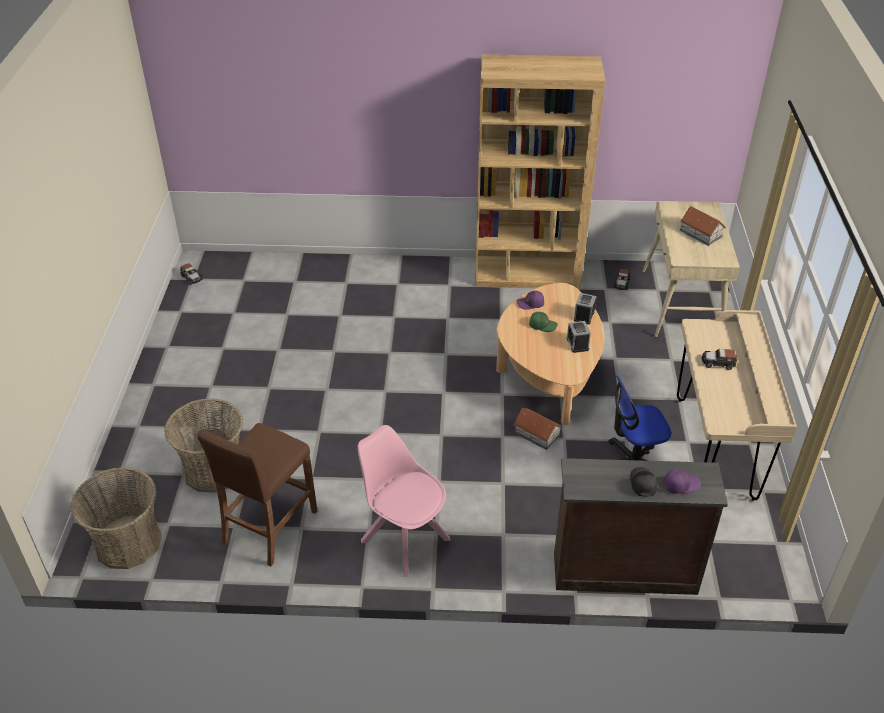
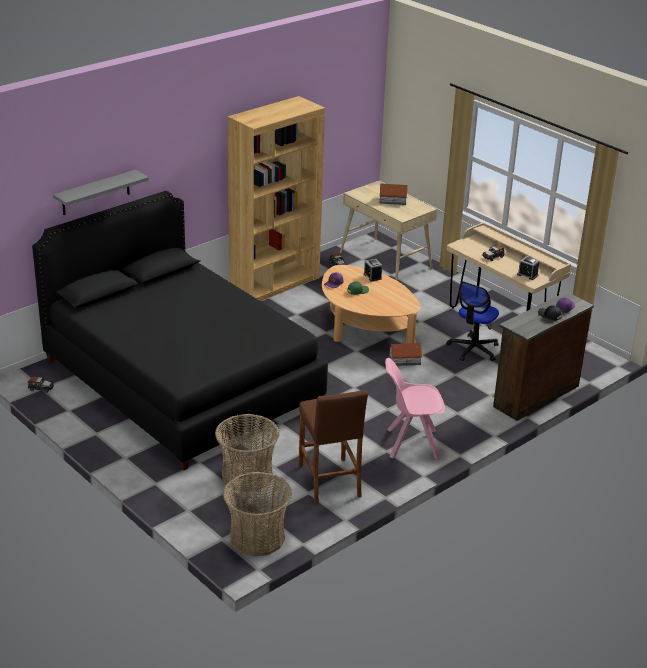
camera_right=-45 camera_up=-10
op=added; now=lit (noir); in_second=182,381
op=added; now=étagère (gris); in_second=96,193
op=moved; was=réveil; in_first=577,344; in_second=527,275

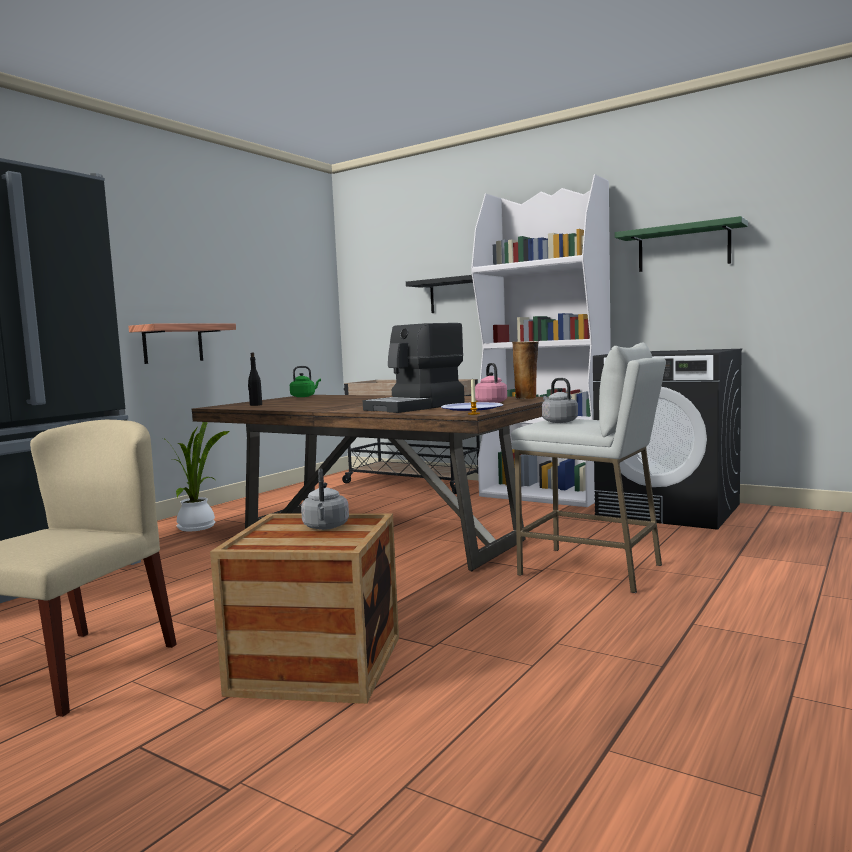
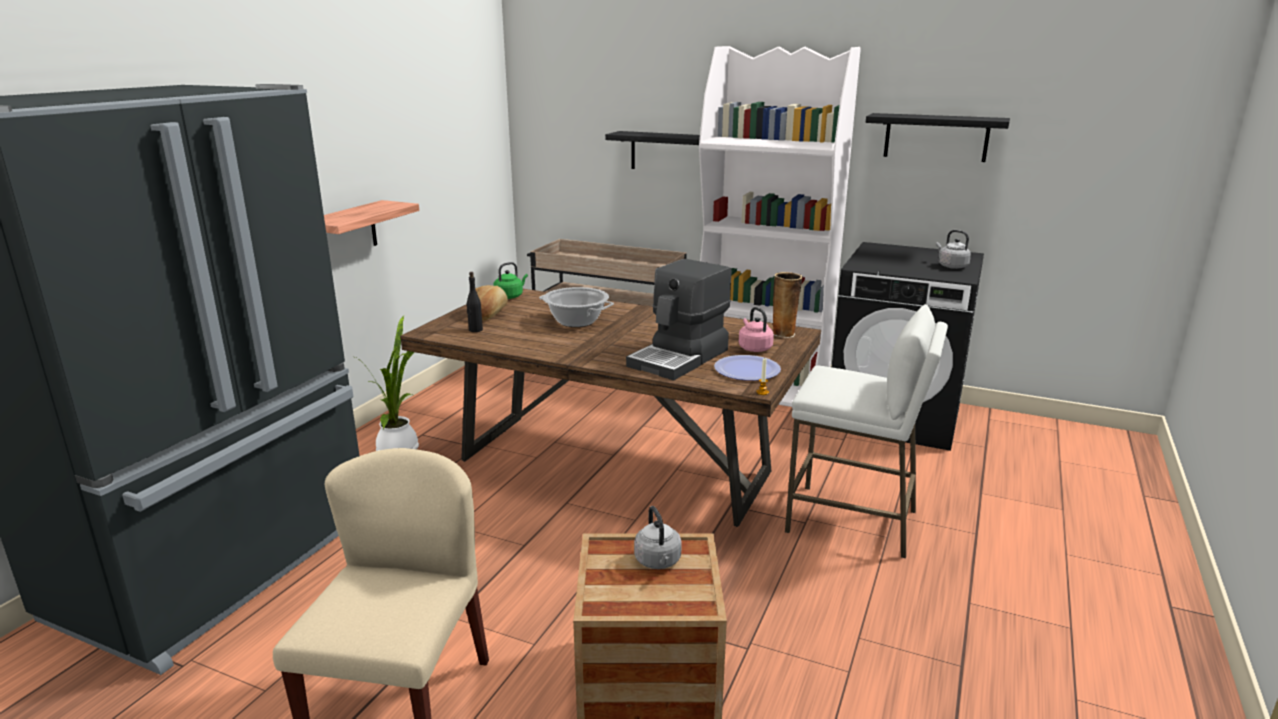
camera_right=-10 camera_up=15
op=added; now=pain; in_second=489,314
op=added; now=marmite; in_second=576,321
op=recoloured; was=étagère (vert); now=étagère (noir); in_first=683,248; in_second=936,137
op=moved; was=bouilloire (gris); in_first=558,421; in_second=951,266

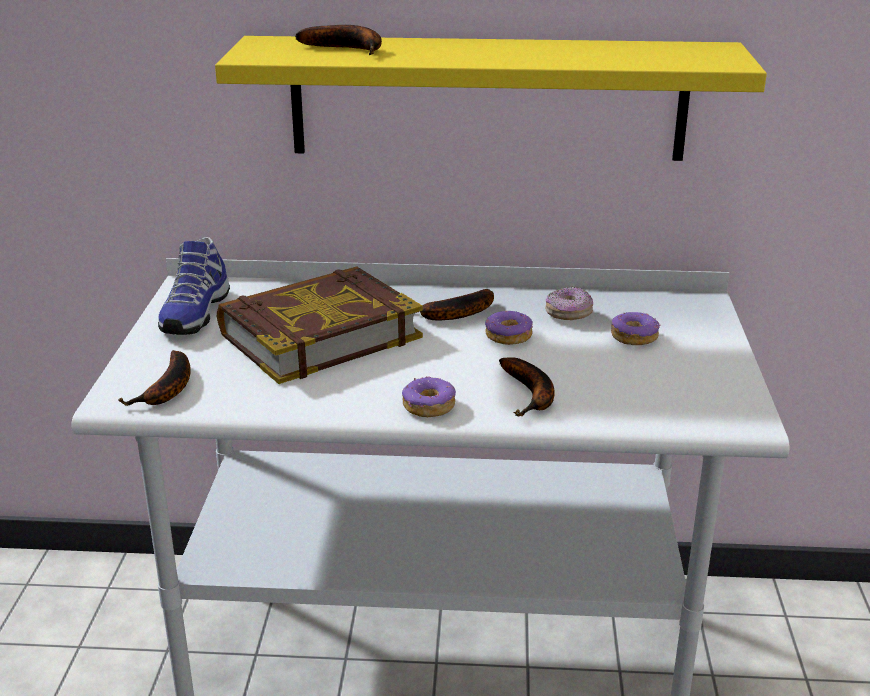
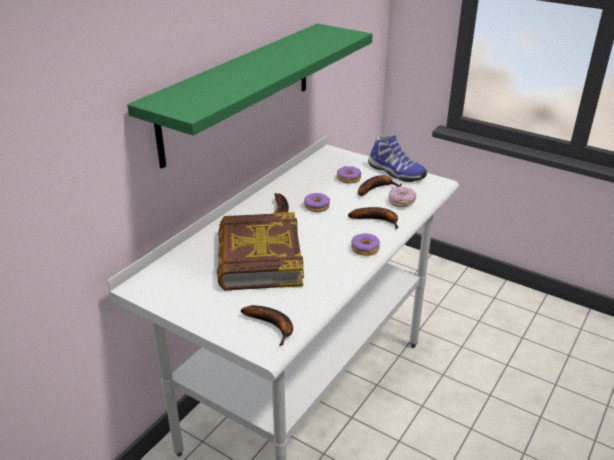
camera_right=-60 camera_up=5
op=recoloured; was=étagère (jaune); now=étagère (vert); in_first=488,98; in_second=239,91
op=moved; was=banane; in_first=348,49; in_second=376,188
op=moved; was=chaussure; in_first=194,314; in_second=395,173
op=moved; was=beignet; in_first=568,315; in_second=401,202

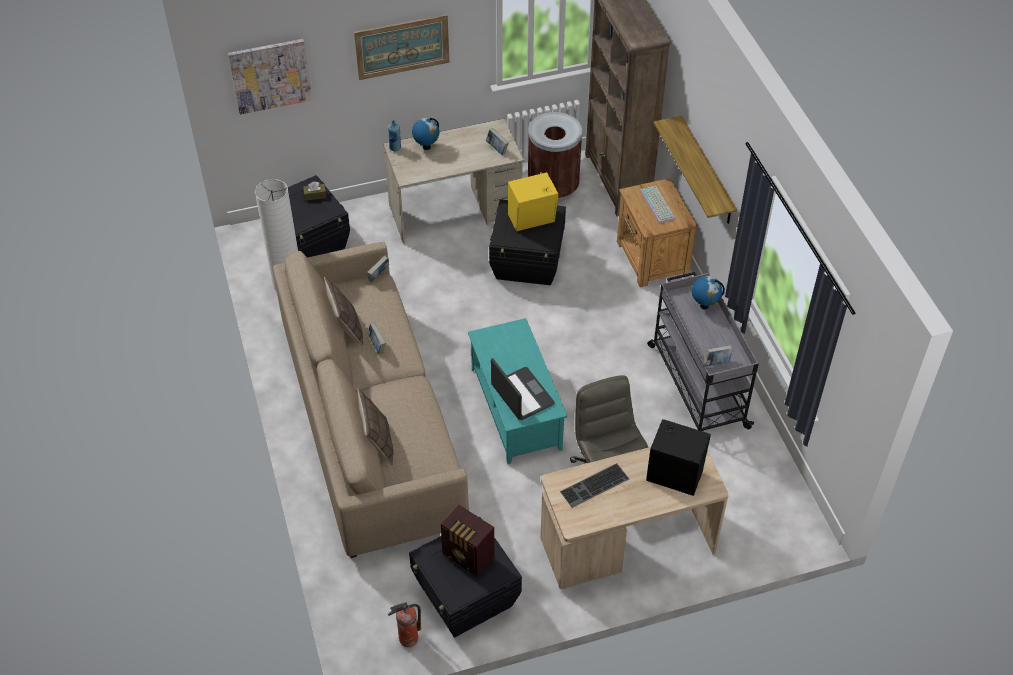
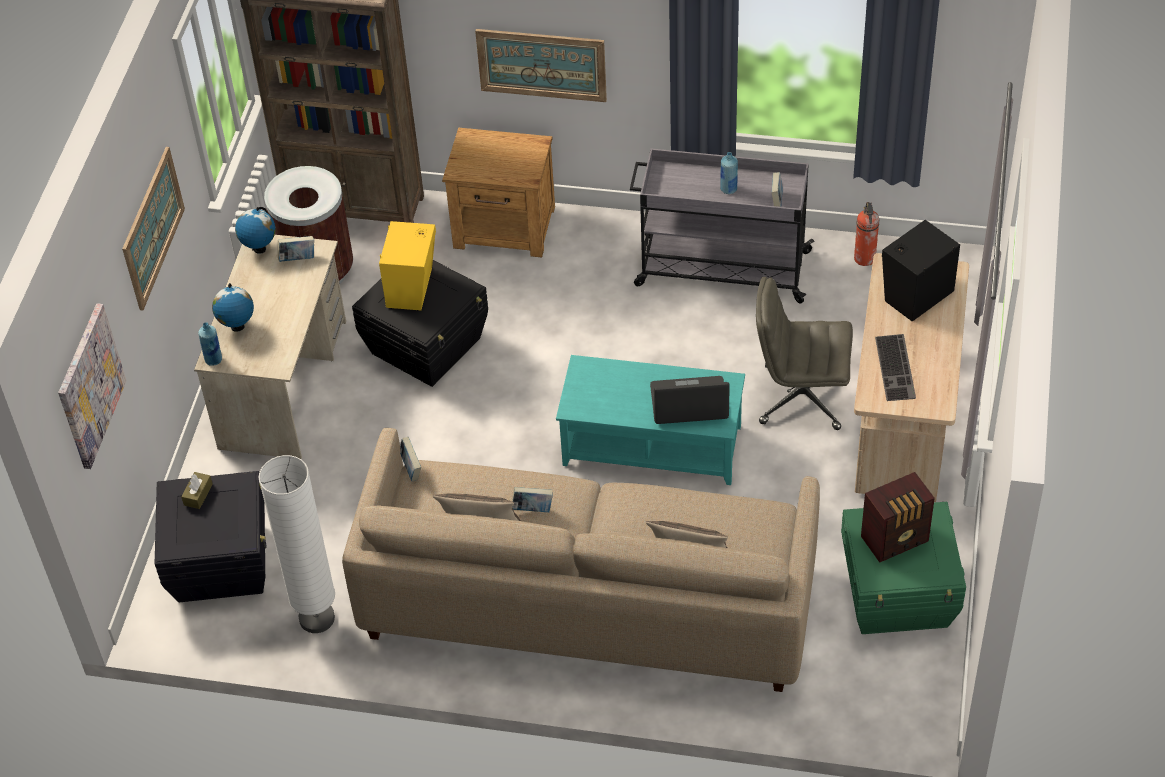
camera_right=-60 camera_up=0
op=moved; was=globe; in_first=704,305; in_second=259,249
op=replaced; was=étagère; now=tableau; in_first=706,172; in_second=541,64
op=added; now=bouteille (bleu); in_second=728,189
op=recoloured; was=boîte de rangement (noir); now=boîte de rangement (vert); in_first=466,597; in_second=899,596
op=moved; was=extincteur; in_first=407,639; in_second=864,259
op=removed; was=clavier; in_first=658,205

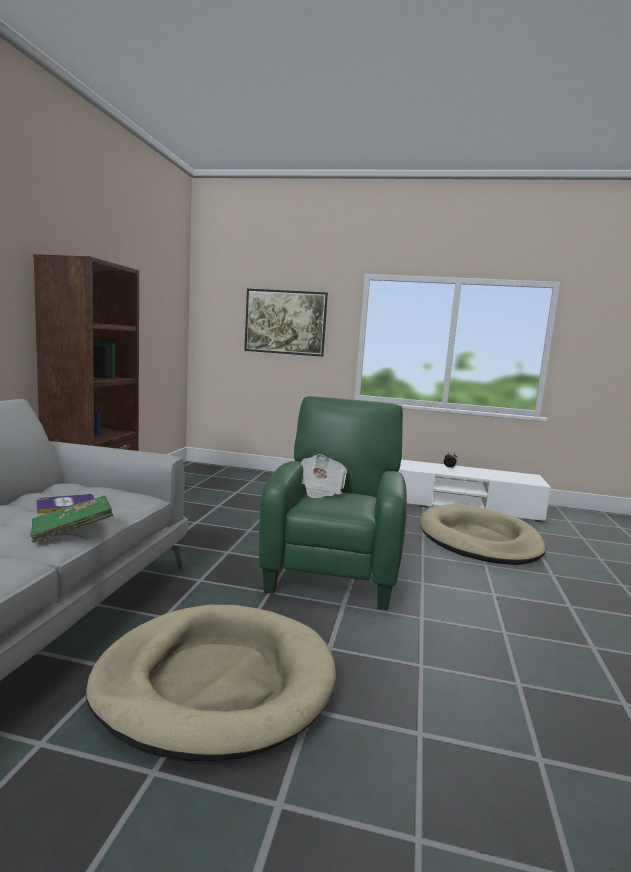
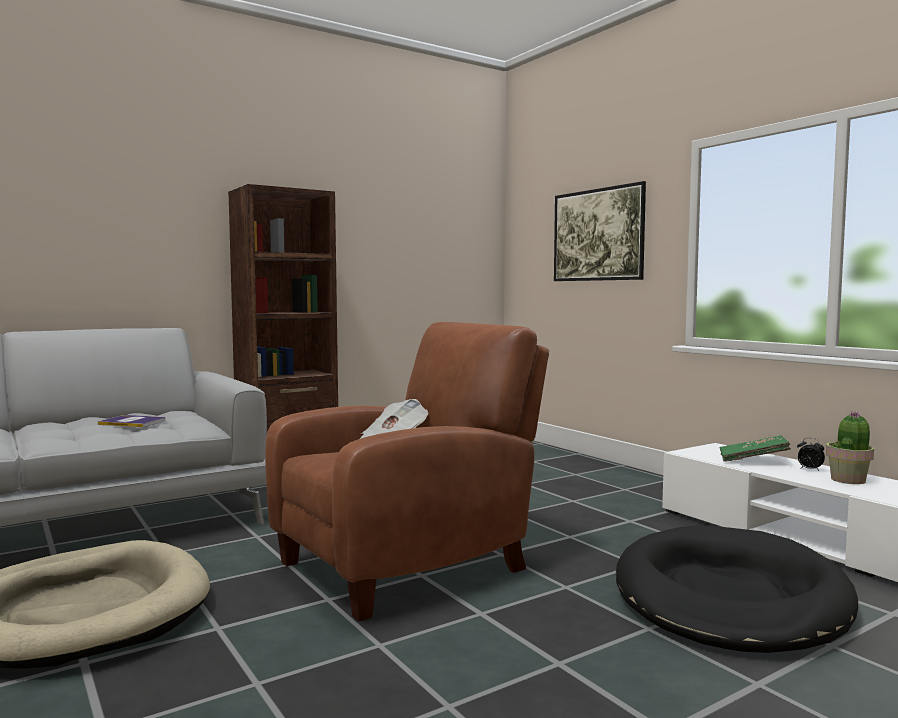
camera_right=45 camera_up=-5
op=recoloured; was=fauteuil (vert); now=fauteuil (marron); in_first=335,567; in_second=410,564
op=recoloured; was=panier pour chien (beige); now=panier pour chien (noir); in_first=479,540; in_second=729,597
op=moved; was=livre (vert); in_first=72,531; in_second=753,460
op=added; now=plante en pot; in_second=848,480

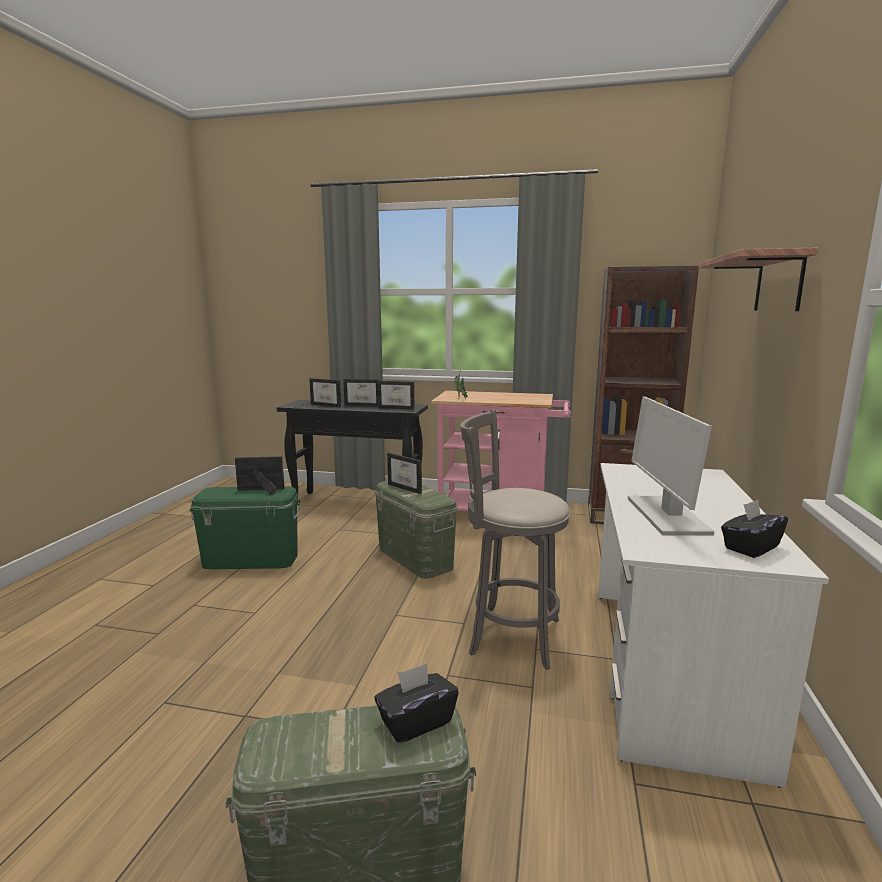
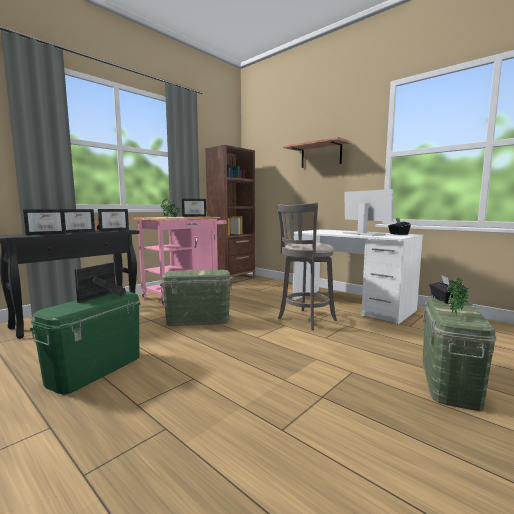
camera_right=-60 camera_up=-5
op=moved; was=cadre photo; in_first=408,488; in_second=194,216
op=turned; was=écran d'ordinateur; in_first=665,515; in_second=363,234; clockwise=-150
op=added; now=plante en pot; in_second=454,314

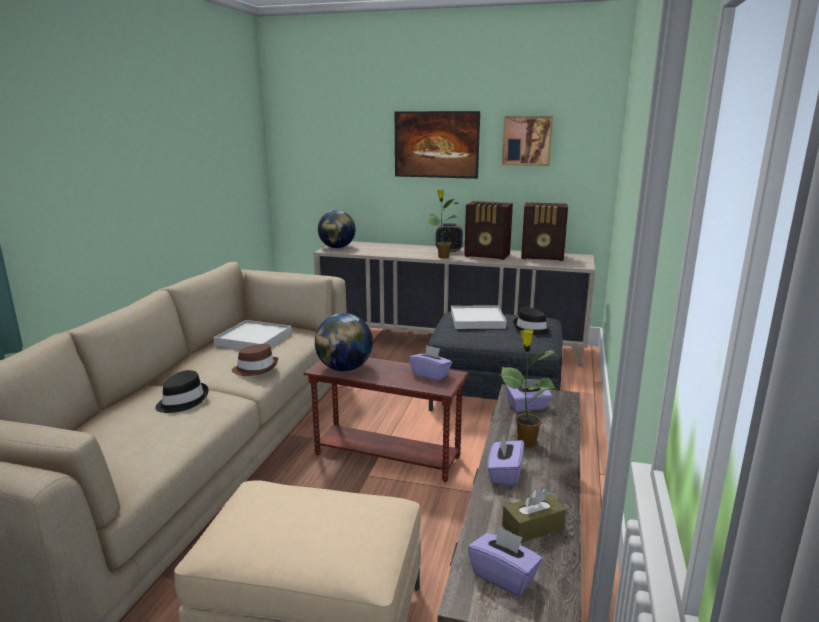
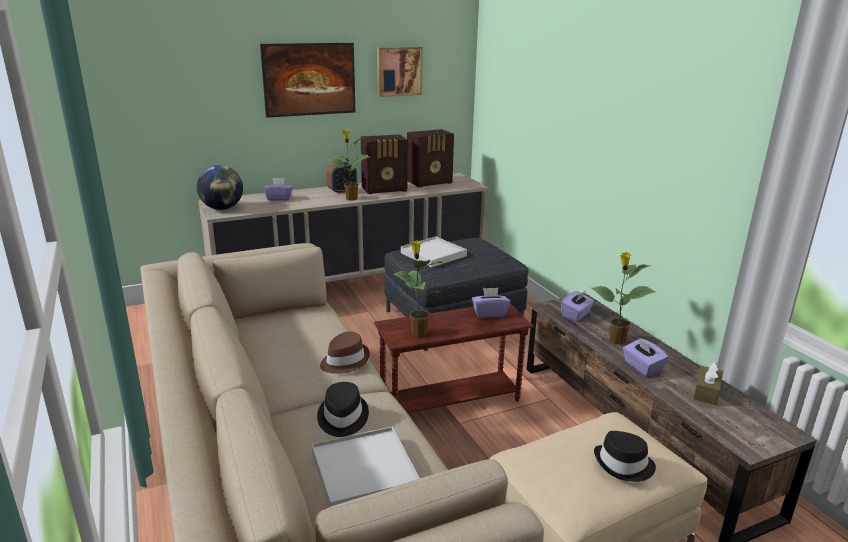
camera_right=-40 camera_up=5
op=moved; was=boîte à mouchoirs (violet); in_first=504,576; in_second=279,198
op=moved; was=plateau (blanc); in_first=254,339; in_second=364,471
op=replaced; was=globe; now=plante en pot; in_first=344,369; in_second=418,332
op=moved; was=chapeau (noir); in_first=531,329; in_second=624,465

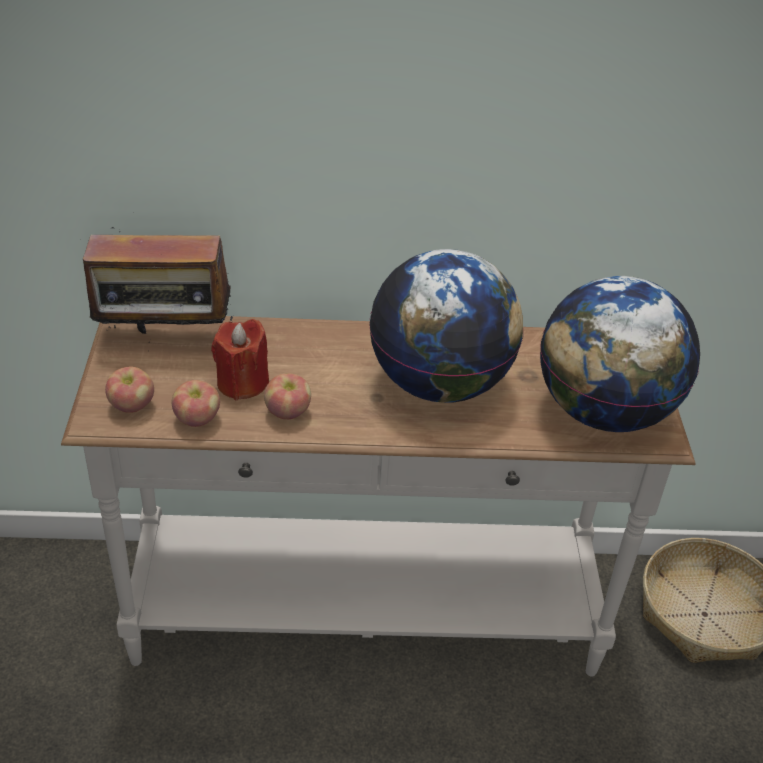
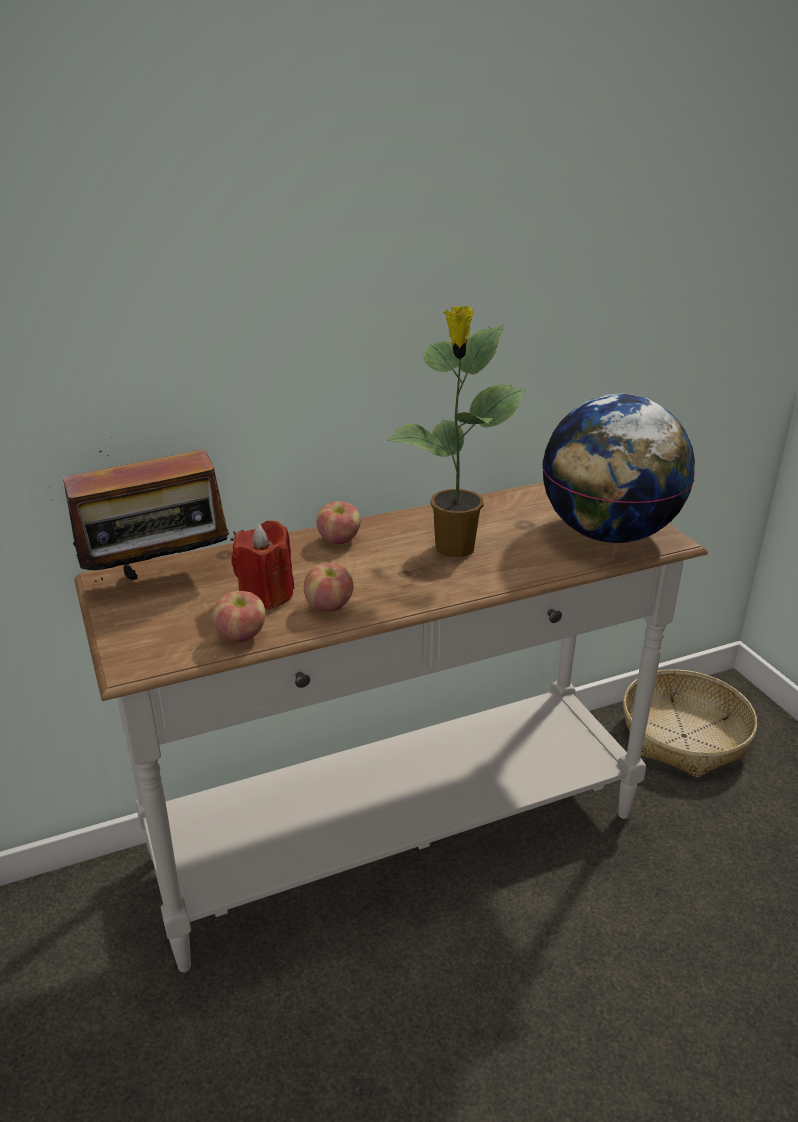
camera_right=-20 camera_up=-10
op=moved; was=pomme; in_first=132,406; in_second=339,540
op=replaced; was=globe; now=plante en pot; in_first=440,384; in_second=454,549

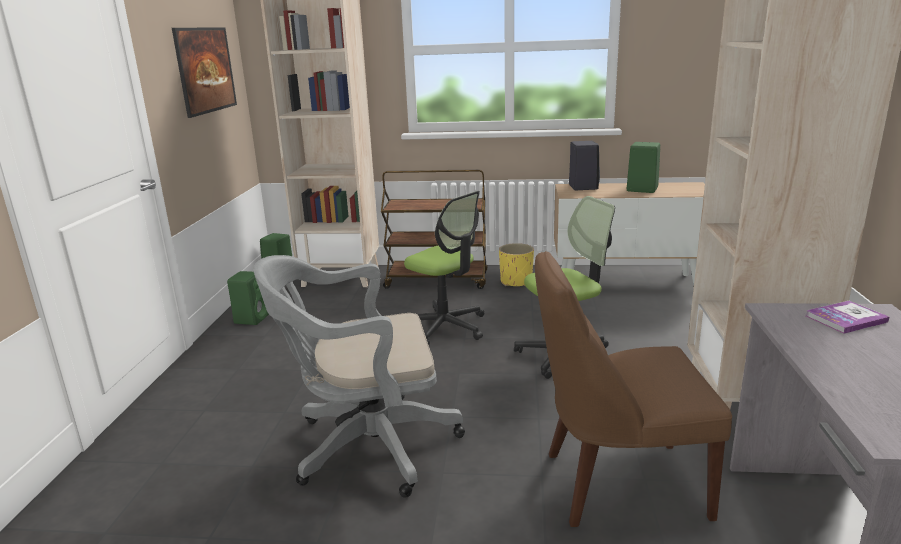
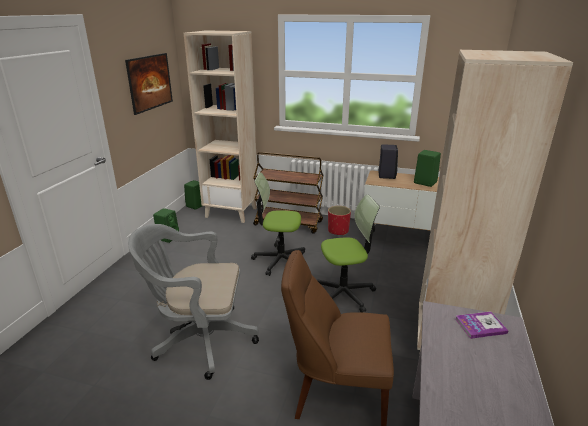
camera_right=10 camera_up=5
op=turned; was=chaise de bureau; in_first=445,327; in_second=279,260; clockwise=135
op=recoloured; was=cache-pot (jaune); now=cache-pot (rouge); in_first=516,282; in_second=338,231

